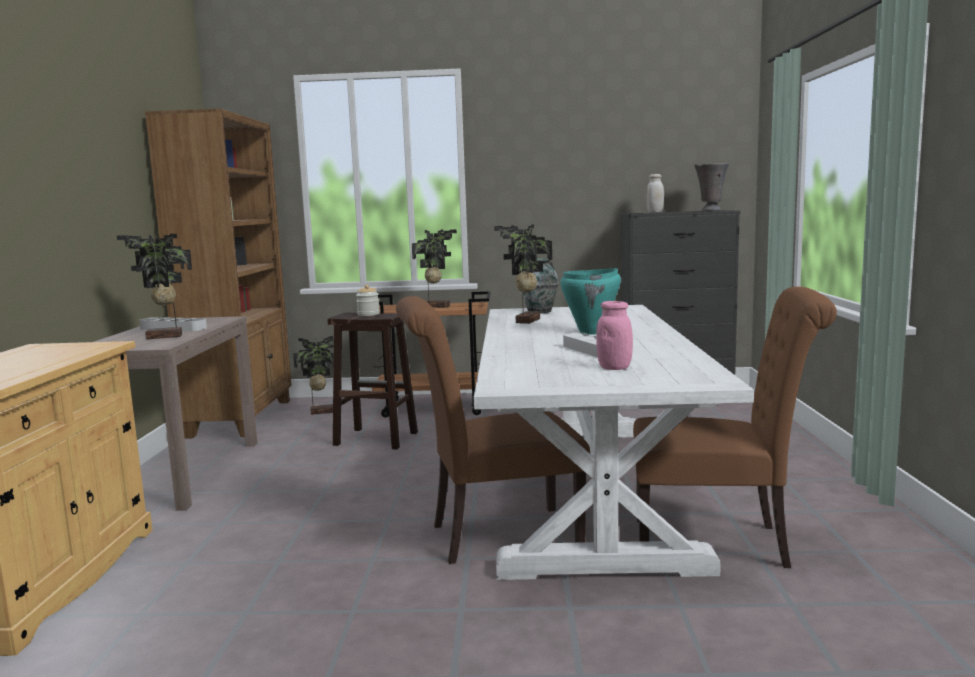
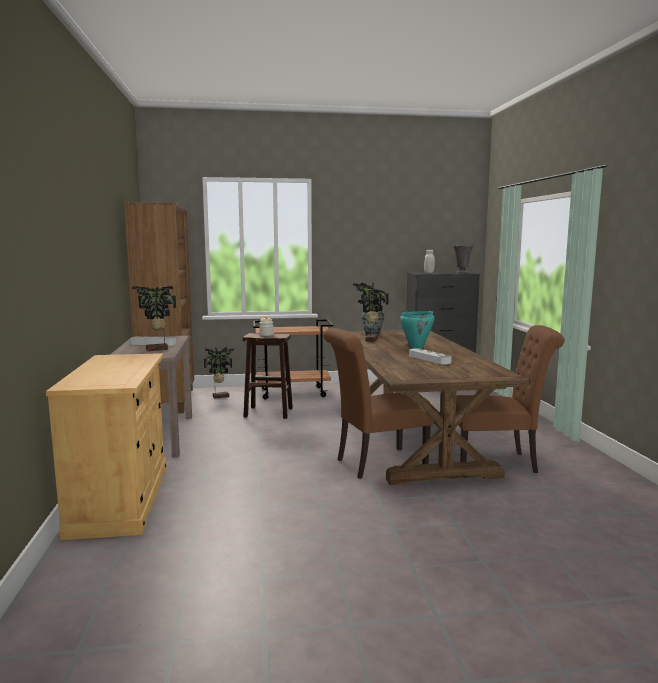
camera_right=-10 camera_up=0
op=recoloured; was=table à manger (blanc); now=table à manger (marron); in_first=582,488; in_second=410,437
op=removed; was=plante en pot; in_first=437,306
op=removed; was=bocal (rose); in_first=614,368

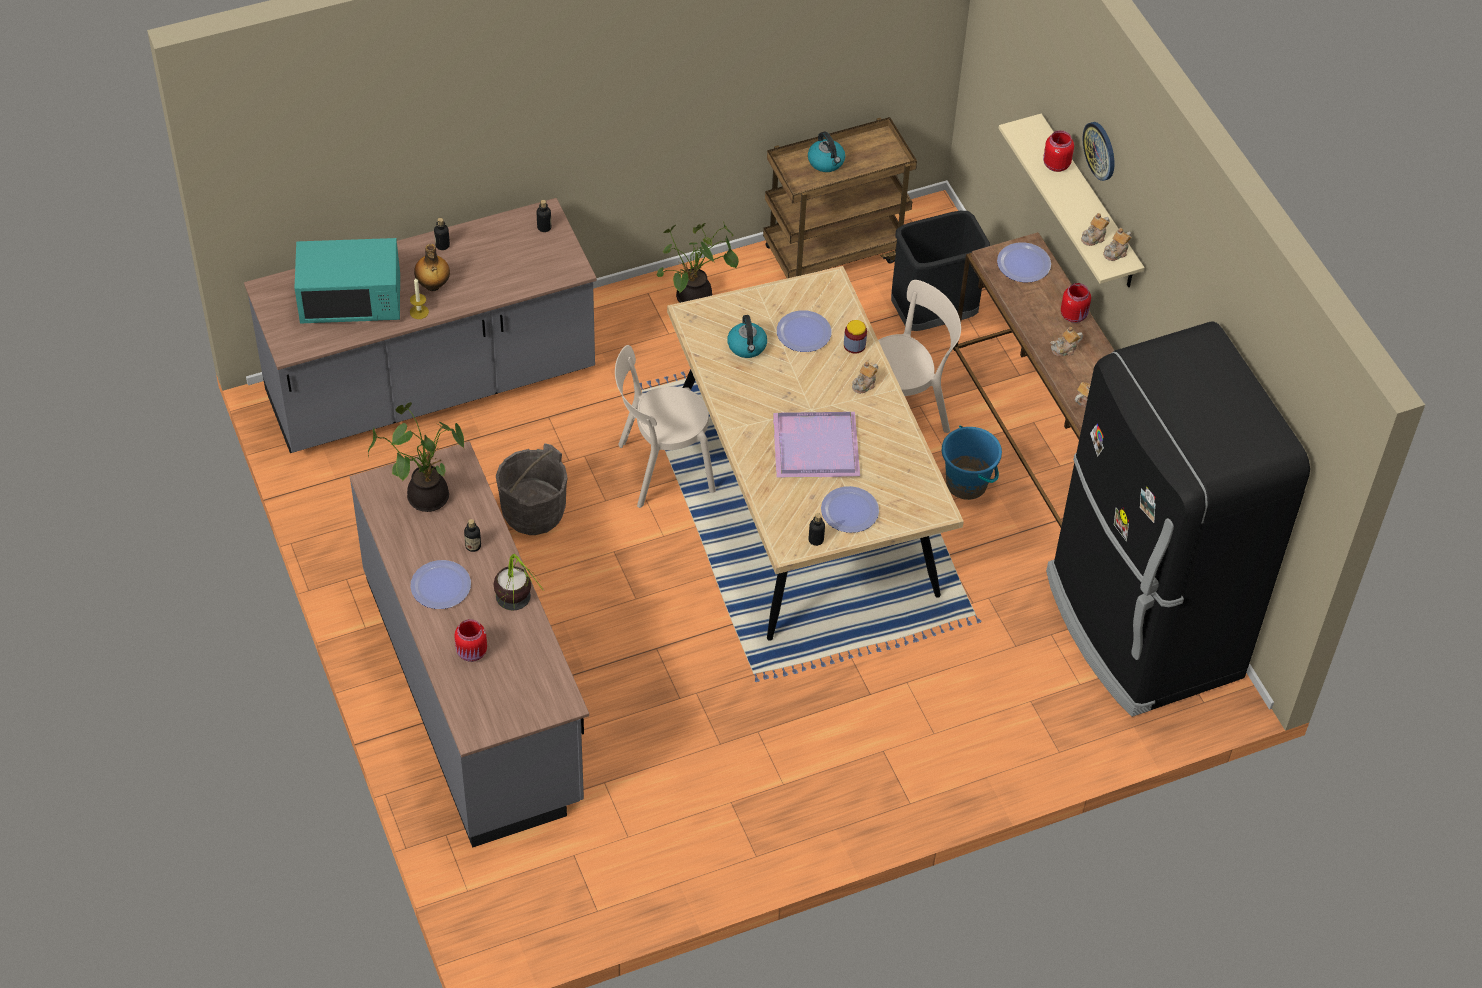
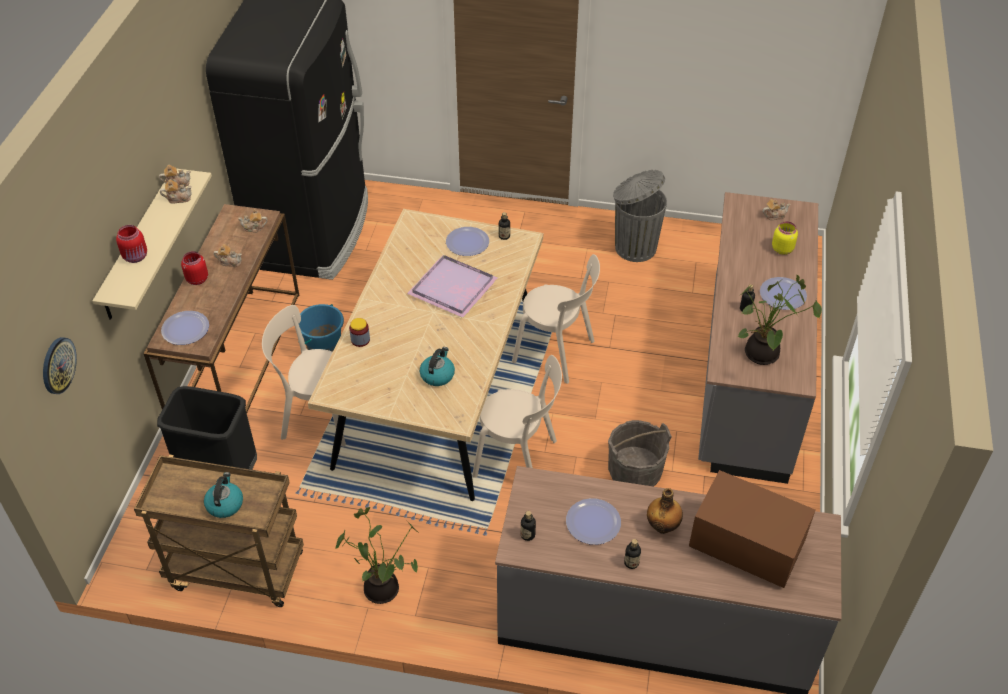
camera_right=-145 camera_up=-5
op=moved; was=horloge murale; in_first=1100,150; in_second=58,365
op=added; now=chaise (beige); in_second=557,353
op=moved; was=assiette; in_first=804,332; in_second=593,522
op=added; now=poubelle (gris); in_second=634,247
op=recoloured; was=micro-ondes (turquoise); now=micro-ondes (marron); in_first=351,301; in_second=745,546
op=moved; was=théière; in_first=864,384; in_second=774,215
op=recoloured; was=bocal (rouge); now=bocal (jaune); in_first=472,653; in_second=782,249
op=removed; was=bougie; in_first=419,312
op=removed; was=plante en pot; in_first=518,613

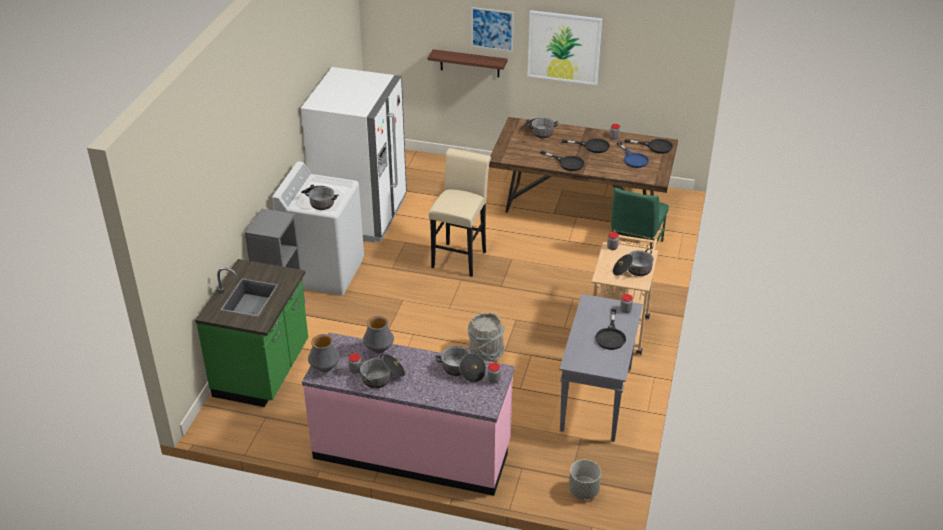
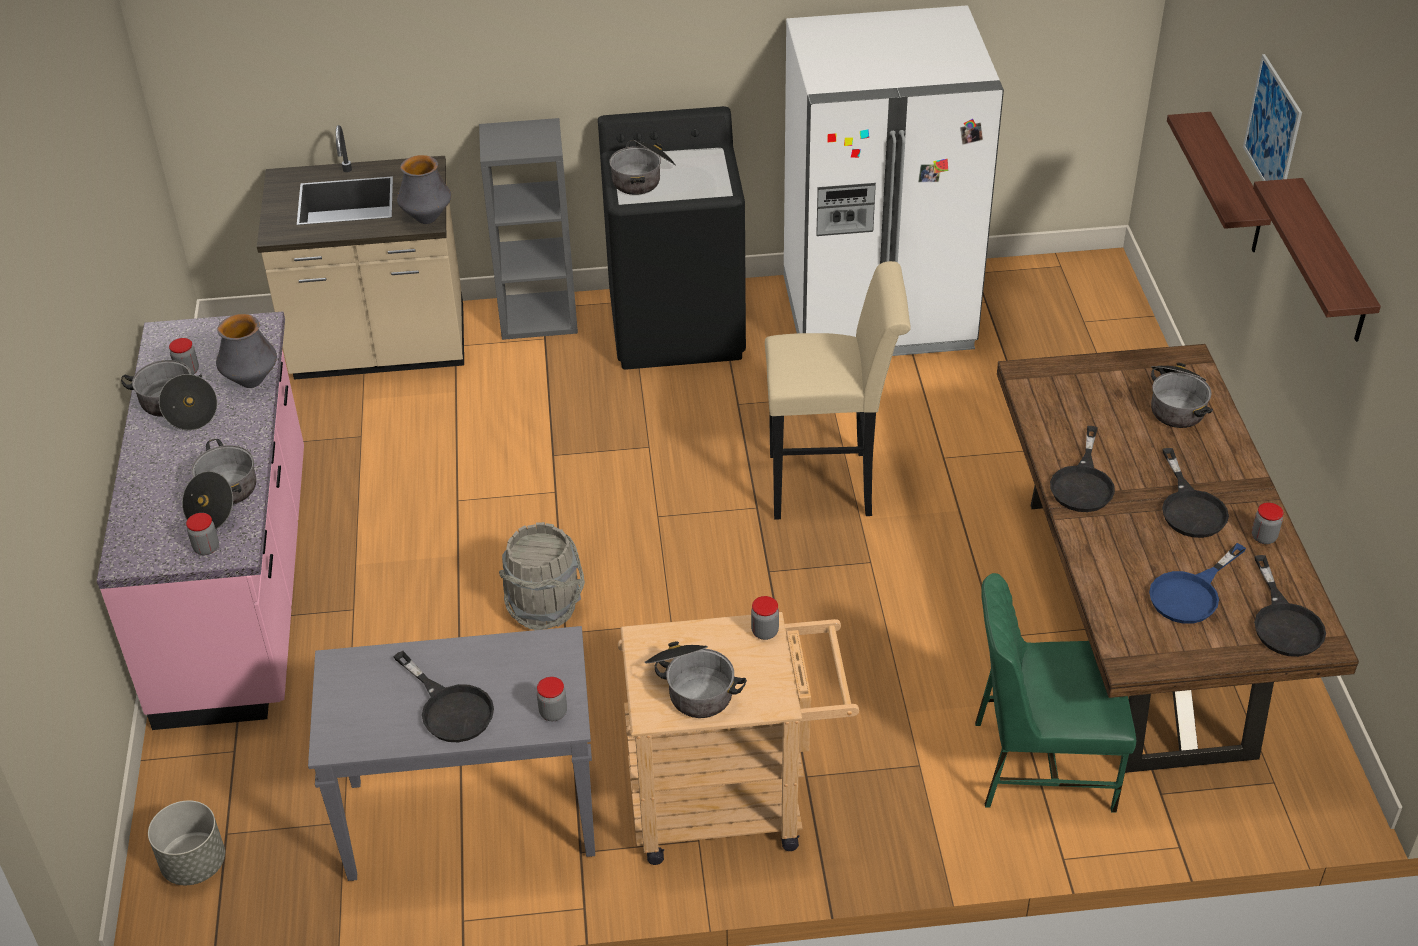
camera_right=70 camera_up=5
op=recoloured; was=comptoir de cuisine (vert); now=comptoir de cuisine (beige); in_first=263,371; in_second=380,348
op=turned; was=poêle (noir); in_first=611,336; in_second=450,708; clockwise=-120
op=moved; was=vase; in_first=325,369; in_second=427,218
op=recoloured; was=lave-linge (blanc); now=lave-linge (noir); in_first=324,271; in_second=677,326
op=replaced; was=tableau; now=étagère; in_first=564,47; in_second=1333,264

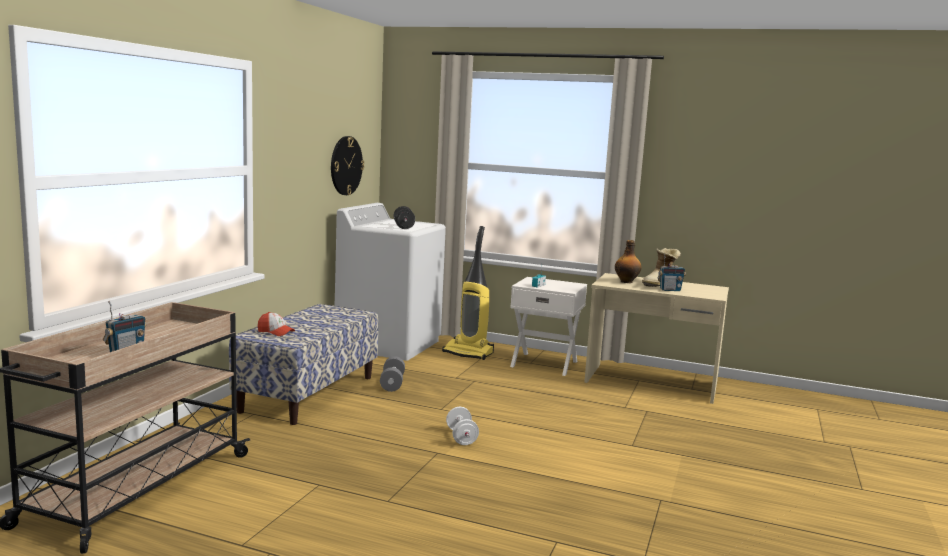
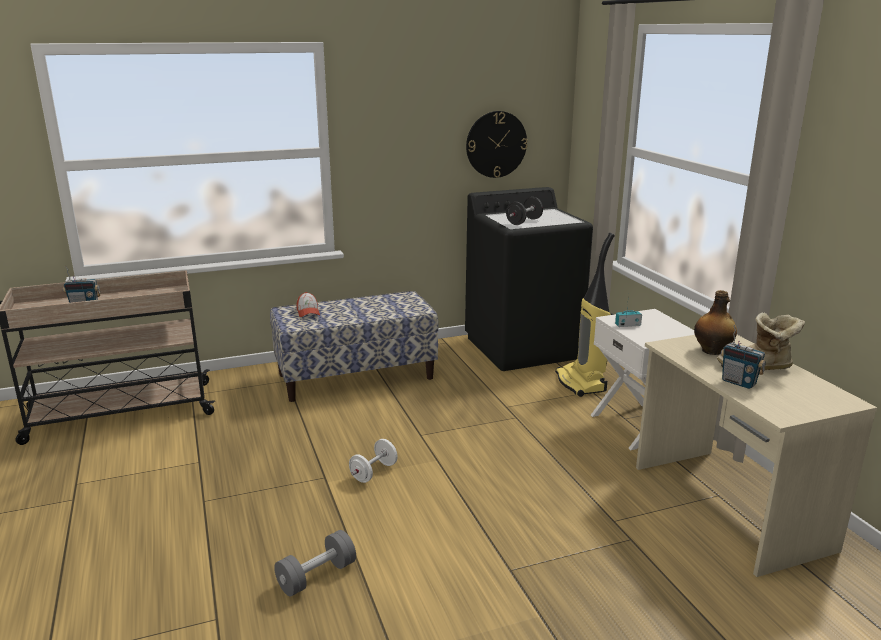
camera_right=50 camera_up=10
op=moved; was=haltère (gris); in_first=392,383; in_second=316,576
op=recoloured; was=lave-linge (blanc); now=lave-linge (noir); in_first=389,344; in_second=523,347

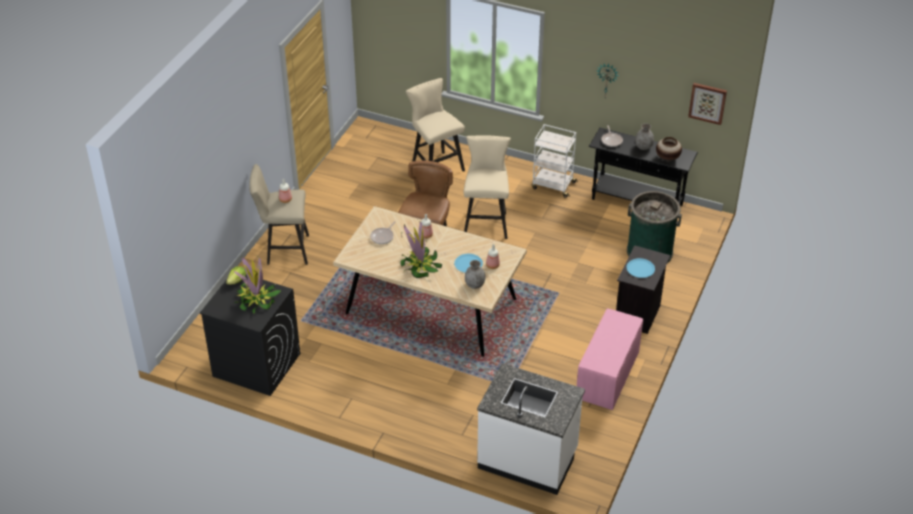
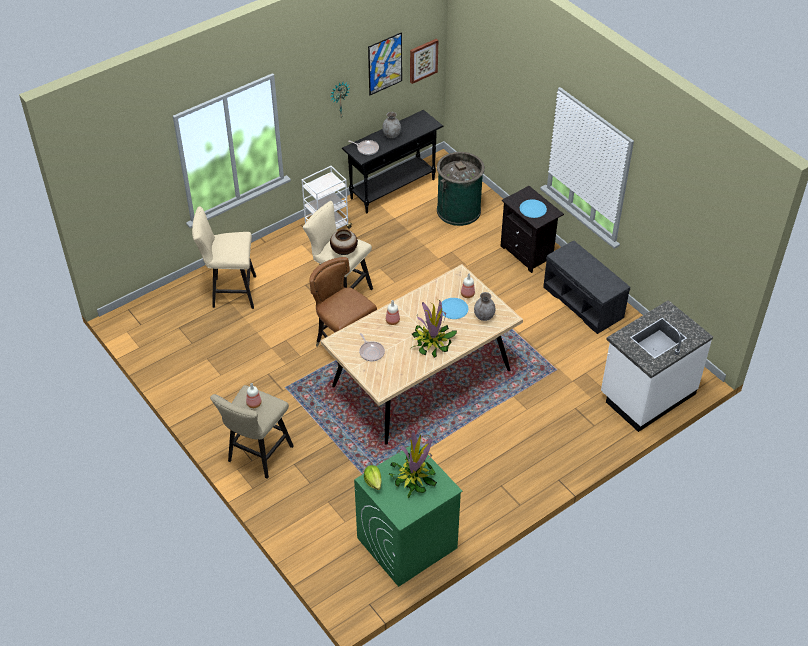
camera_right=-60 camera_up=5
op=moved; was=vase; in_first=667,158; in_second=344,251
op=recoloured; was=lave-linge (noir); now=lave-linge (vert); in_first=256,365; in_second=406,543
op=added; now=tableau; in_second=385,64
op=recoloured; was=banc (rose); now=banc (gris); in_first=608,375; in_second=584,302

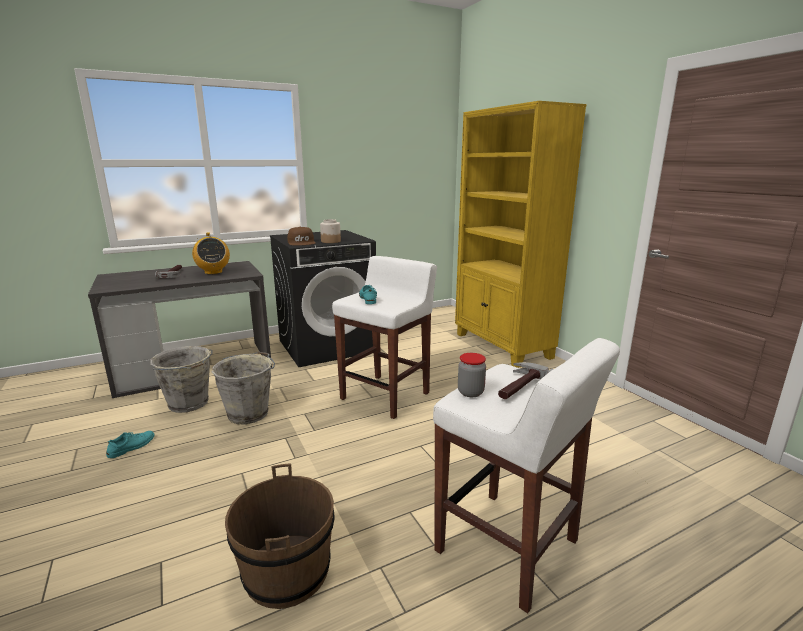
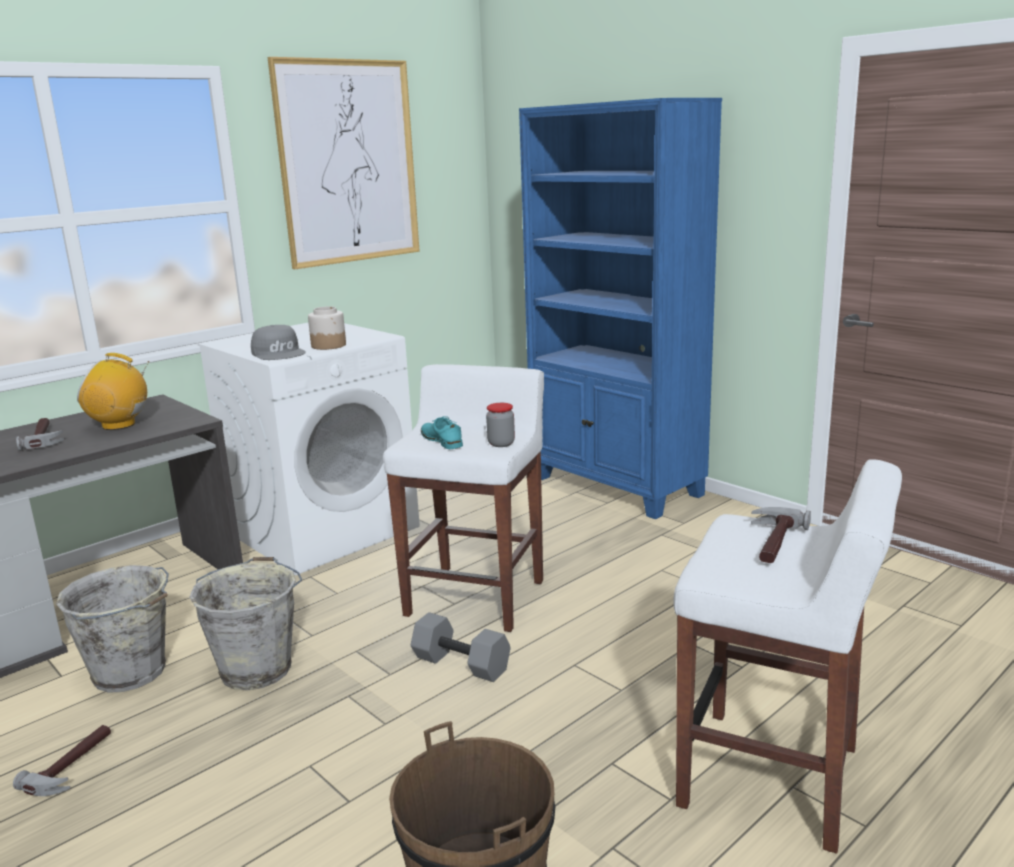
camera_right=-15 camera_up=0
op=replaced; was=chaussure (turquoise); now=marteau; in_first=132,447; in_second=73,767
op=turned; was=radio; in_first=213,272; in_second=119,425; clockwise=135
op=recoloured; was=lave-linge (noir); now=lave-linge (blanc); in_first=327,345; in_second=324,529
op=recoloured; was=casquette (marron); now=casquette (gris); in_first=302,242; in_second=279,353
op=added; now=tableau; in_second=348,162
op=added; now=haltère (gris); in_second=463,663
op=moved; was=bocal; in_first=470,392; in_second=501,443
op=recoloured; was=bibliothèque (jaune); now=bibliothèque (bleu); in_first=502,346; in_second=617,487

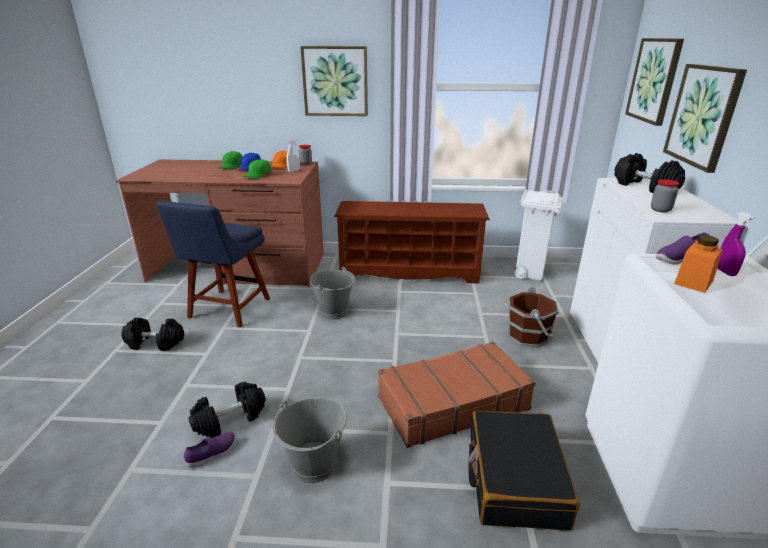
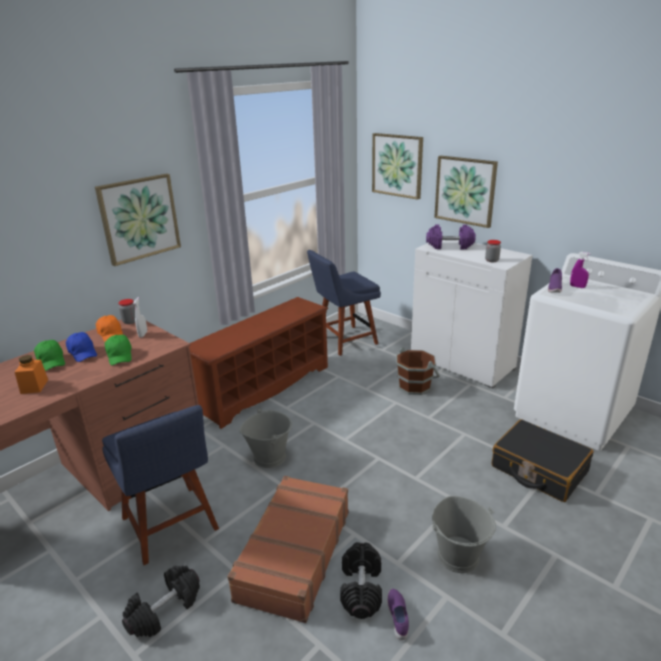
camera_right=-50 camera_up=0
op=moved; was=bocal (orange); in_first=693,282; in_second=34,386
op=moved; was=valise (marron); in_first=452,403; in_second=293,554
op=replaced; was=poubelle (blanc); now=chaise (bleu); in_first=530,273; in_second=344,341
op=recoloured; was=haltère (noir); now=haltère (violet); in_first=644,186; in_second=449,246

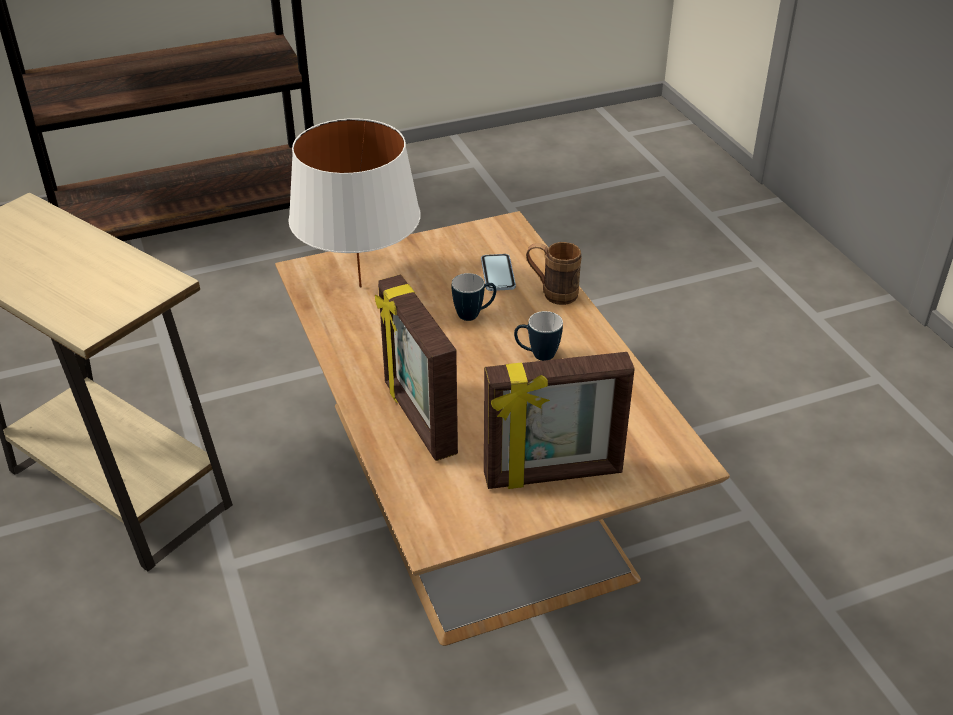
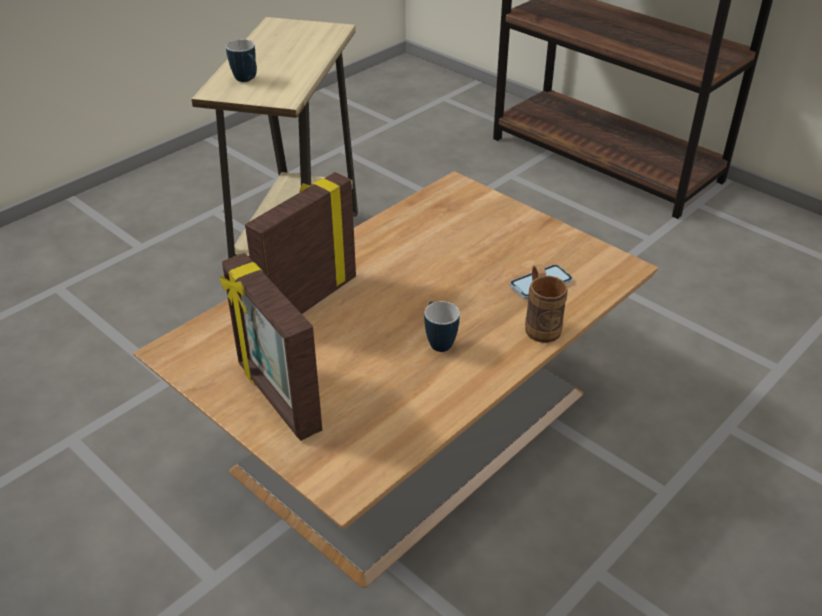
camera_right=65 camera_up=0
op=moved; was=mug; in_first=474,314; in_second=247,81
op=removed; was=lampe de table (blanc); in_first=360,286

